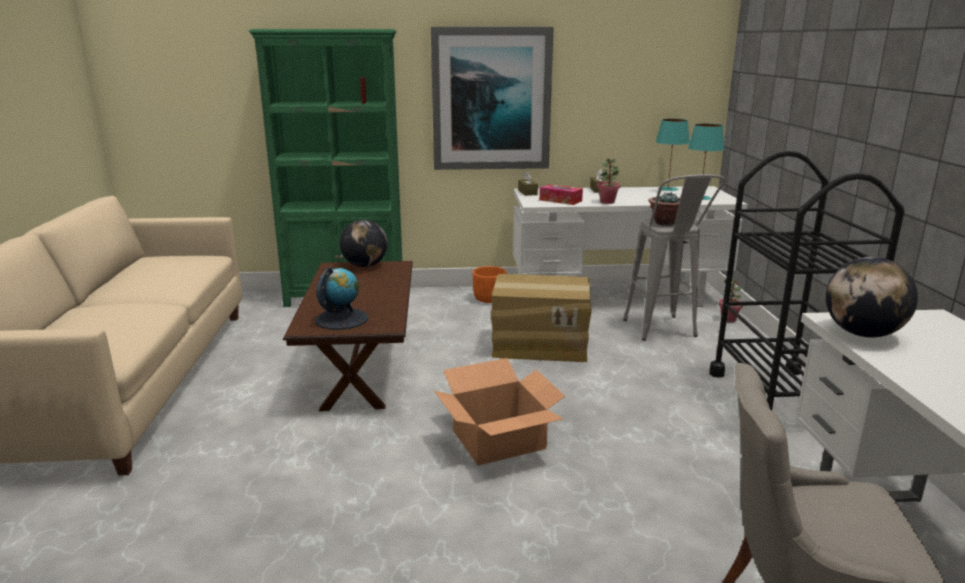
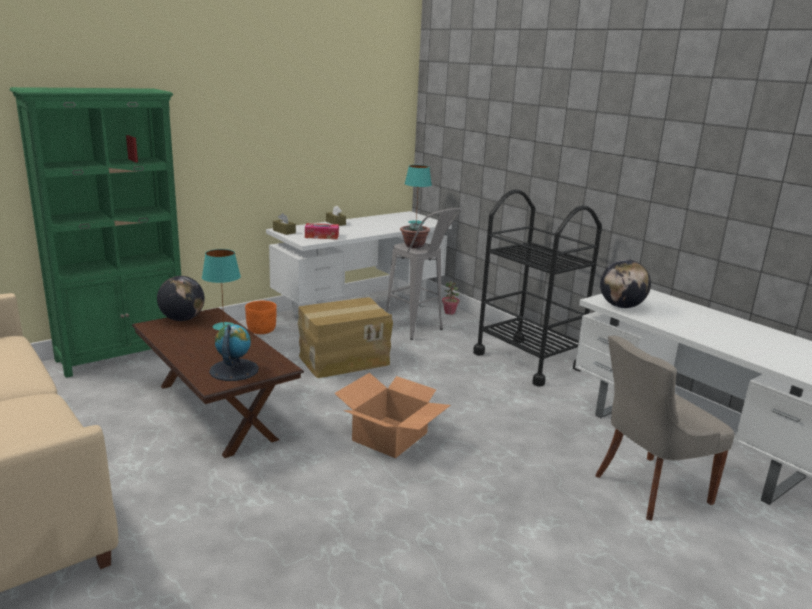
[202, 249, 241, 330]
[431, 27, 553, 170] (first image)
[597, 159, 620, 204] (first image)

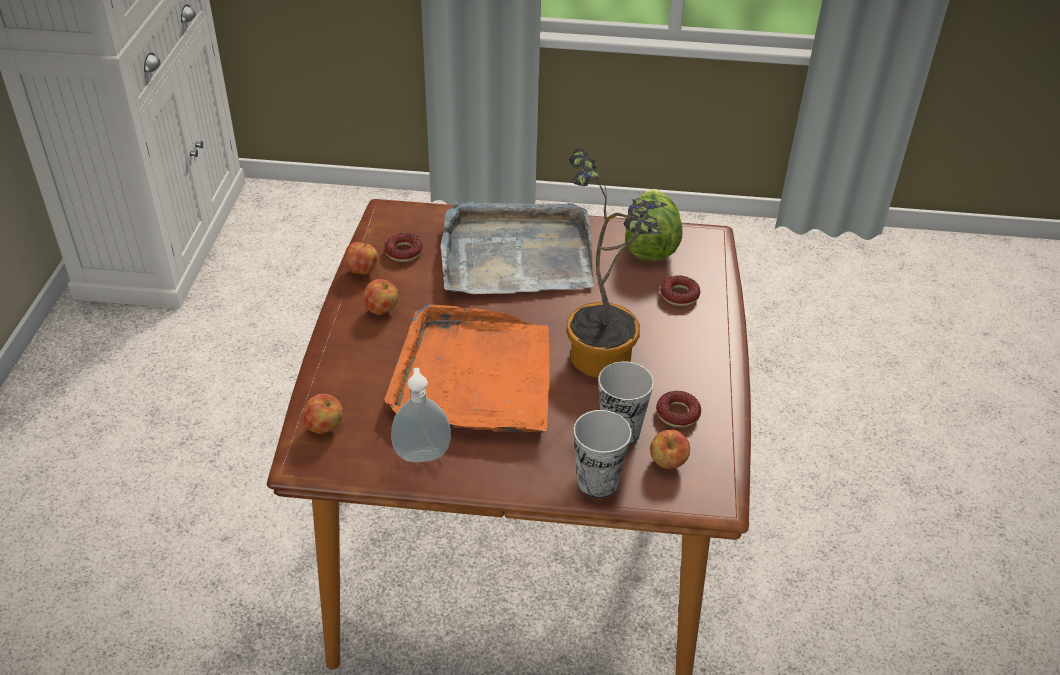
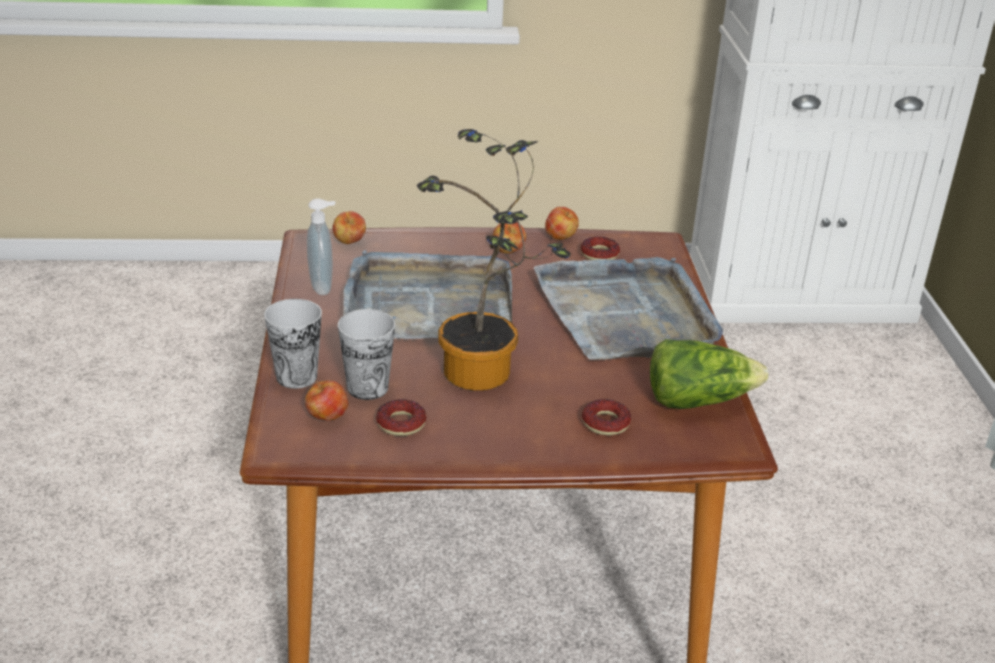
[343, 250, 512, 339]

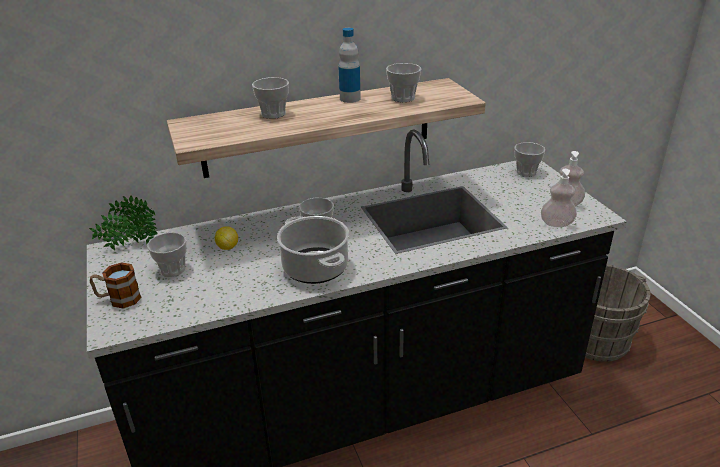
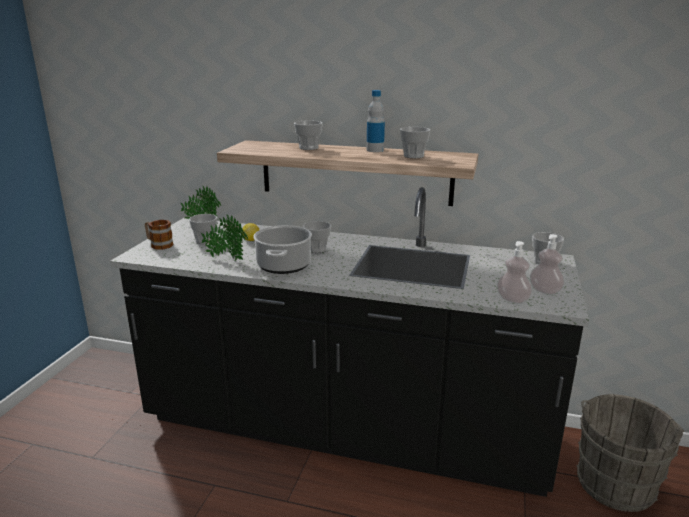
[201, 214, 248, 261]

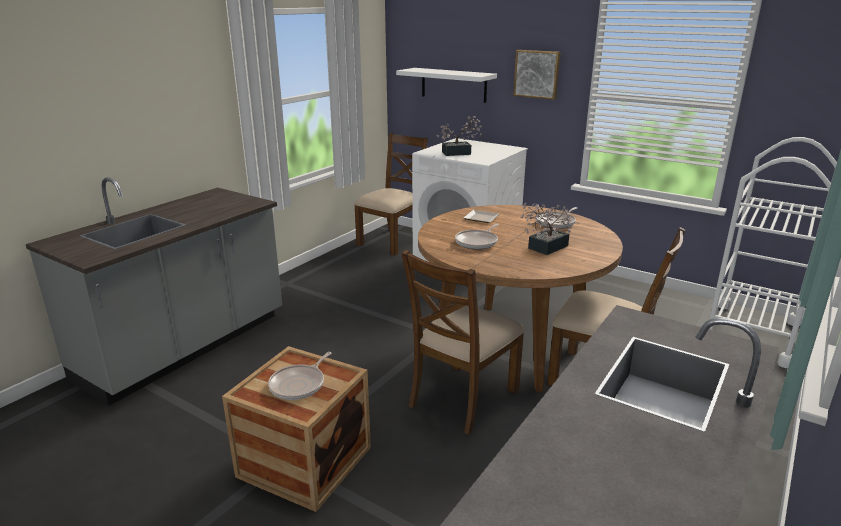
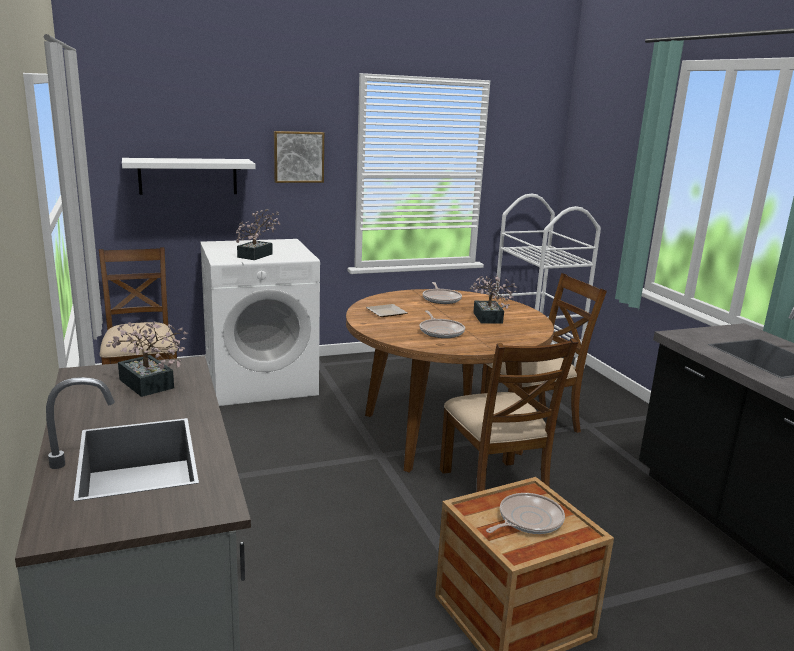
[106, 321, 188, 397]
[486, 493, 565, 534]

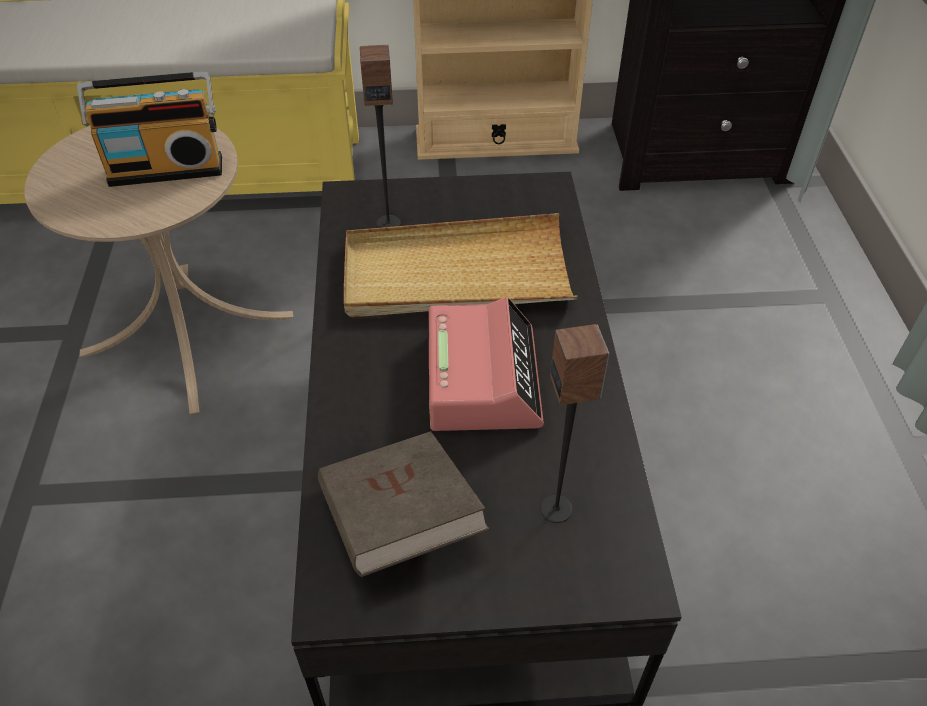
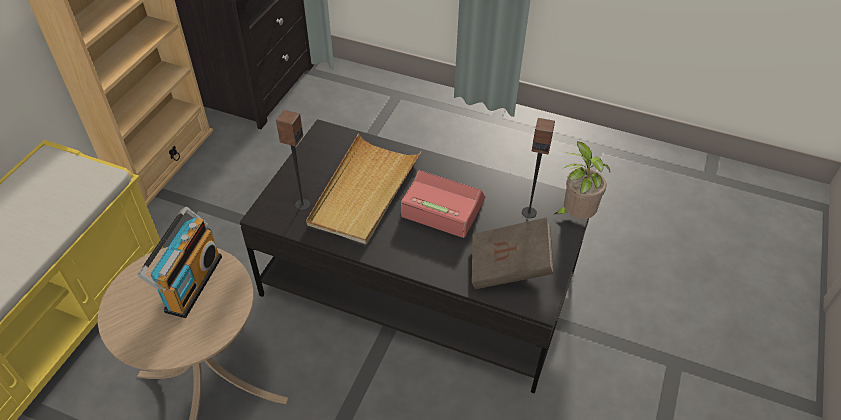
[554, 141, 610, 219]

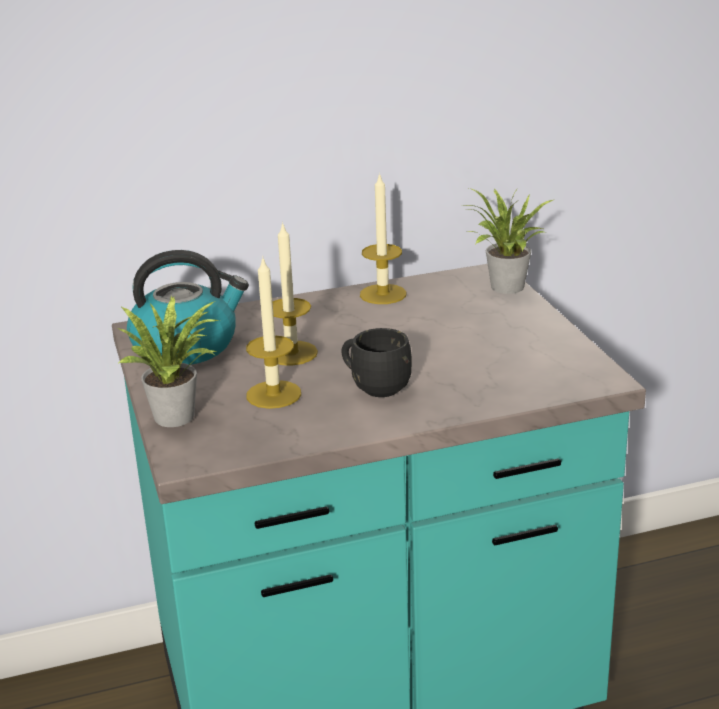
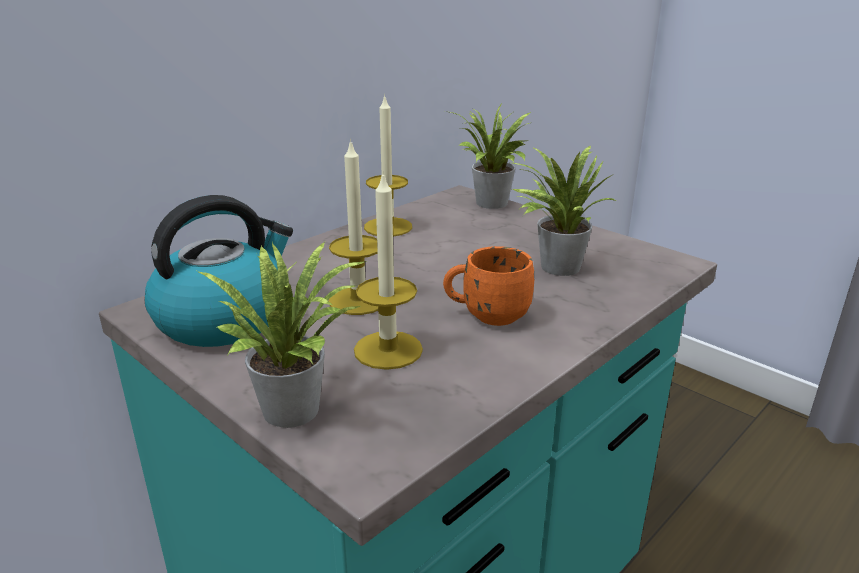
[443, 246, 534, 326]
[508, 146, 616, 276]

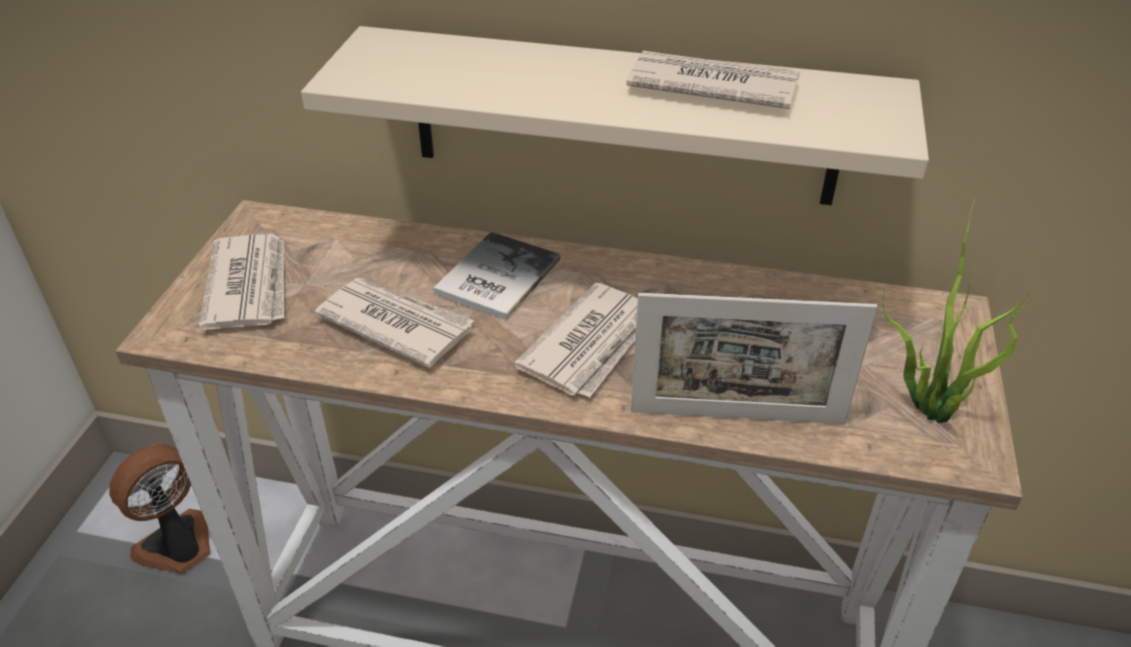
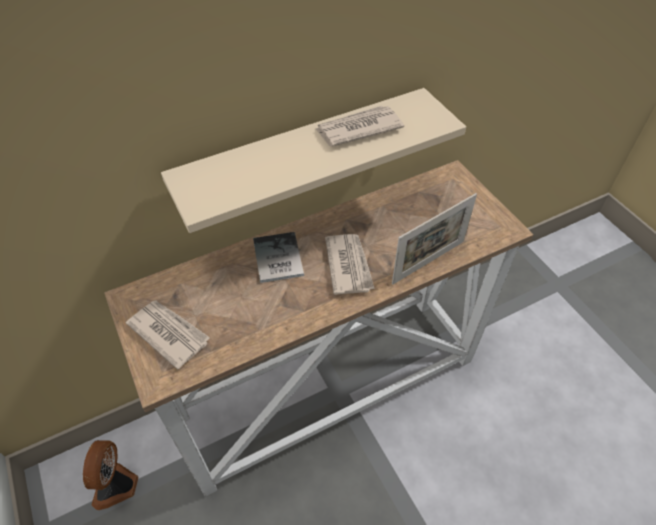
[315, 278, 474, 367] (first image)
[883, 198, 1031, 423] (first image)

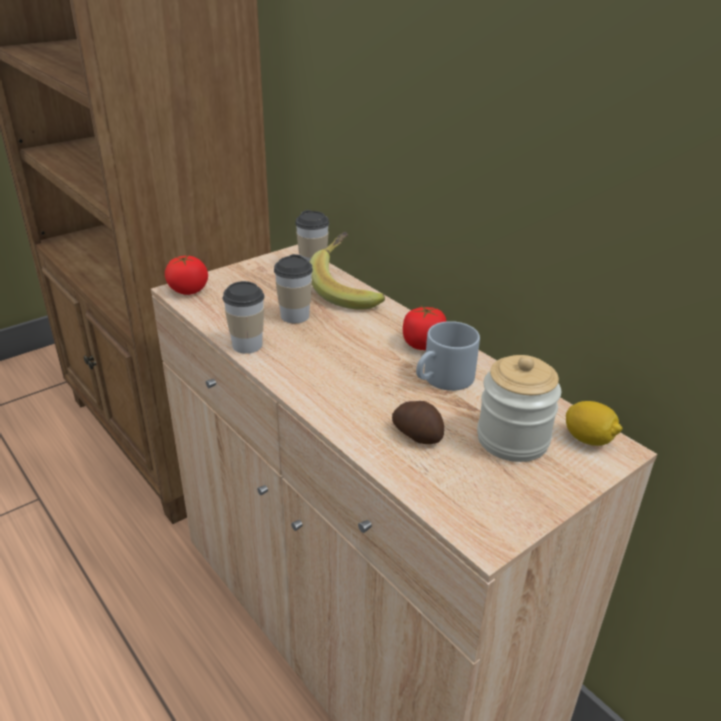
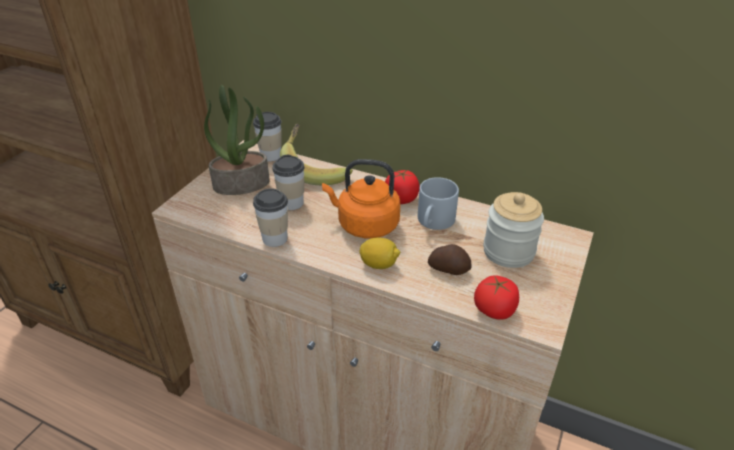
[204, 85, 270, 195]
[322, 159, 400, 238]
[360, 238, 400, 269]
[474, 275, 519, 320]

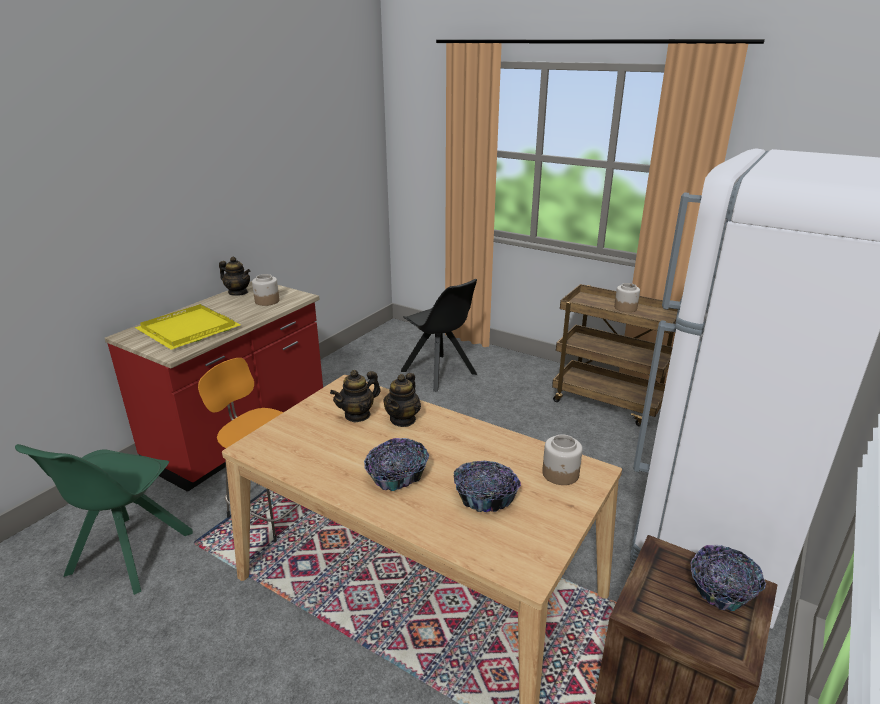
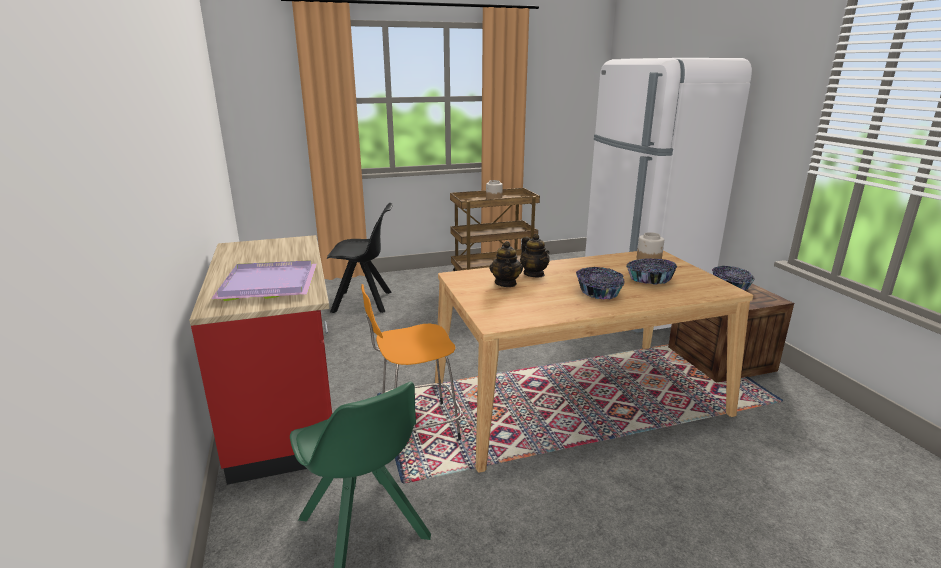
[211, 260, 317, 301]
[219, 257, 250, 296] (first image)
[252, 274, 279, 306] (first image)

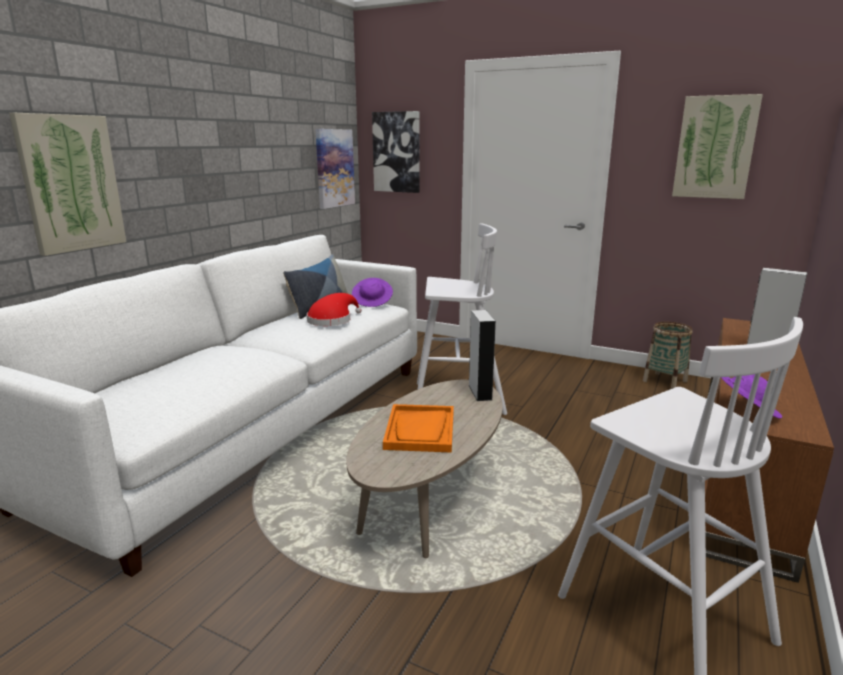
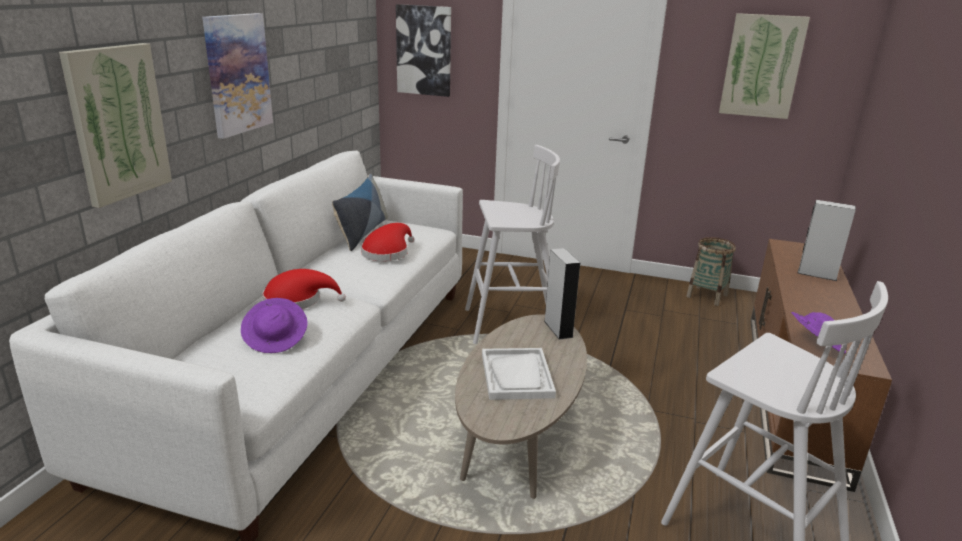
[202, 13, 273, 139]
[241, 298, 308, 353]
[262, 269, 346, 309]
[482, 348, 556, 400]

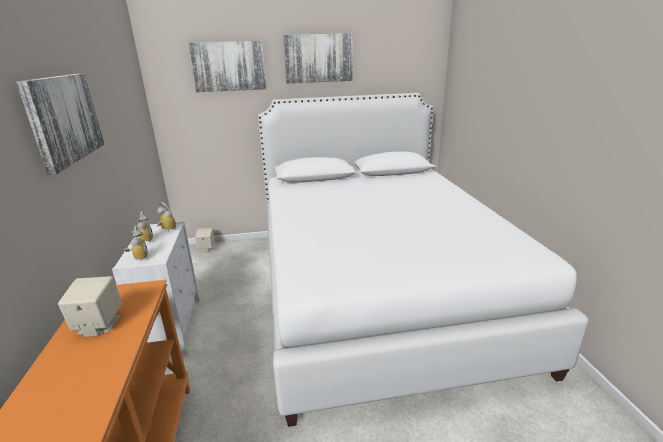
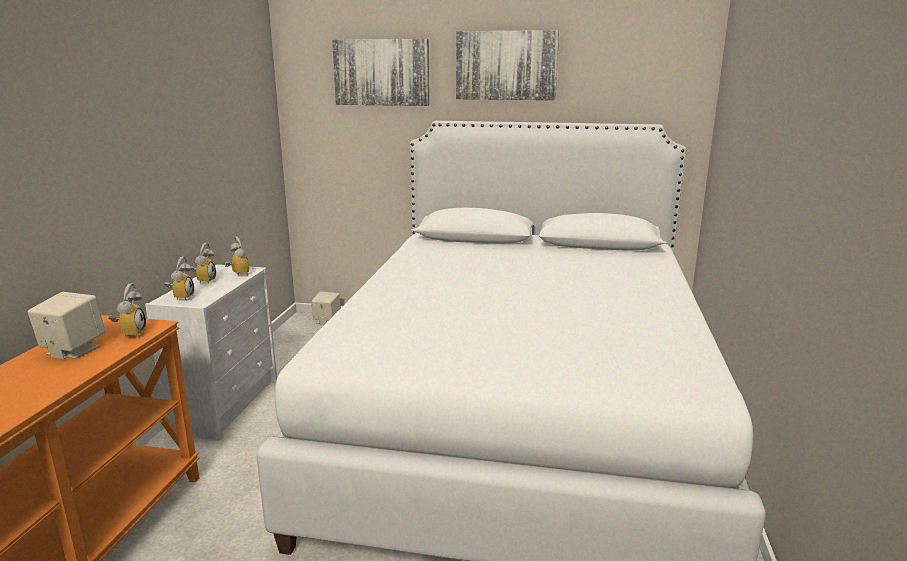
[109, 283, 146, 337]
[16, 73, 104, 175] (first image)

